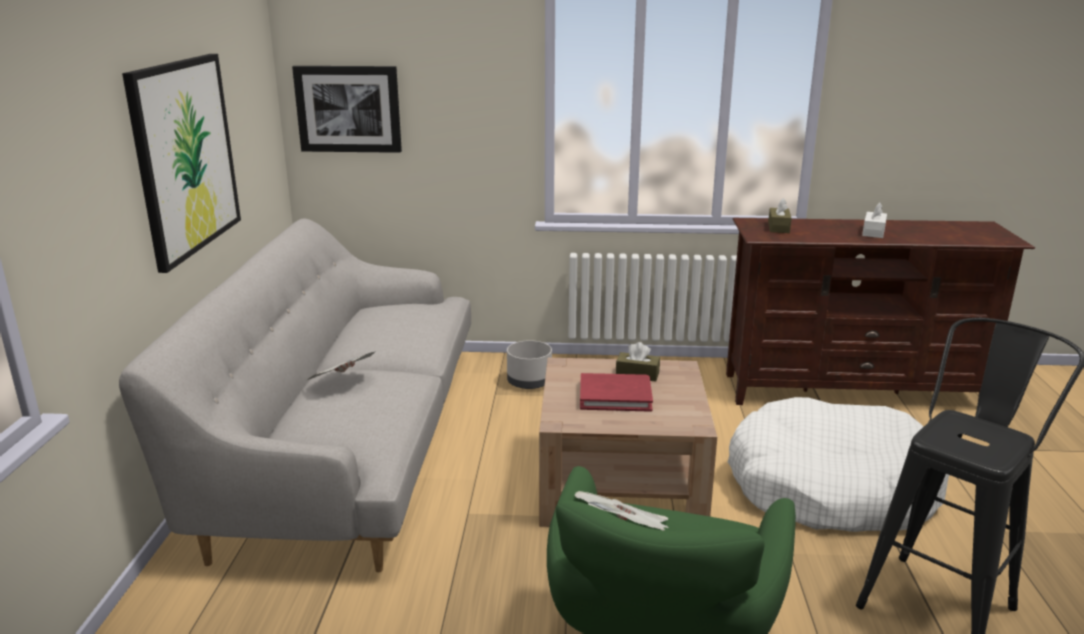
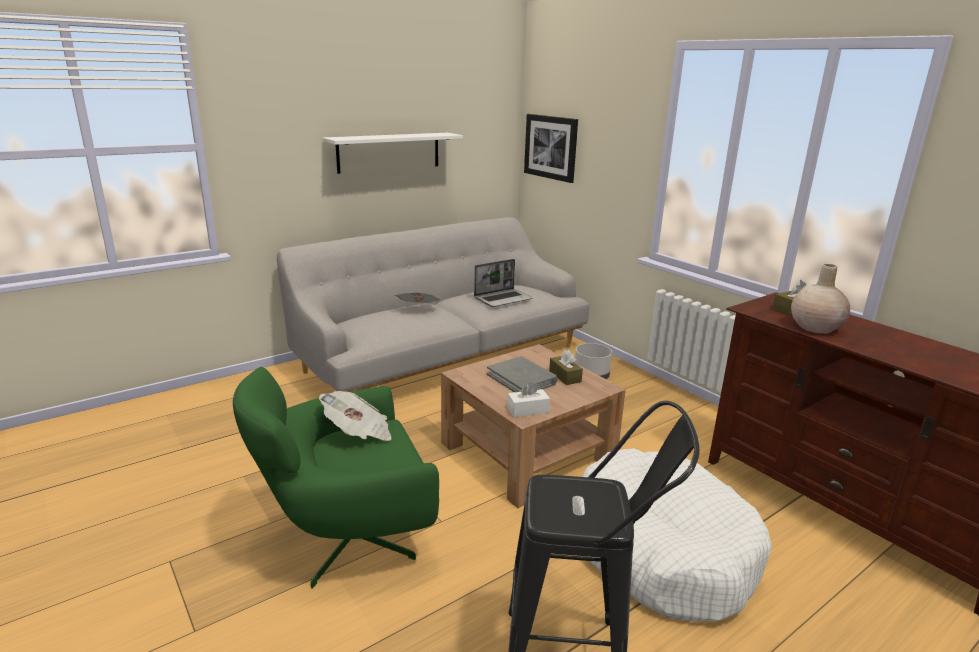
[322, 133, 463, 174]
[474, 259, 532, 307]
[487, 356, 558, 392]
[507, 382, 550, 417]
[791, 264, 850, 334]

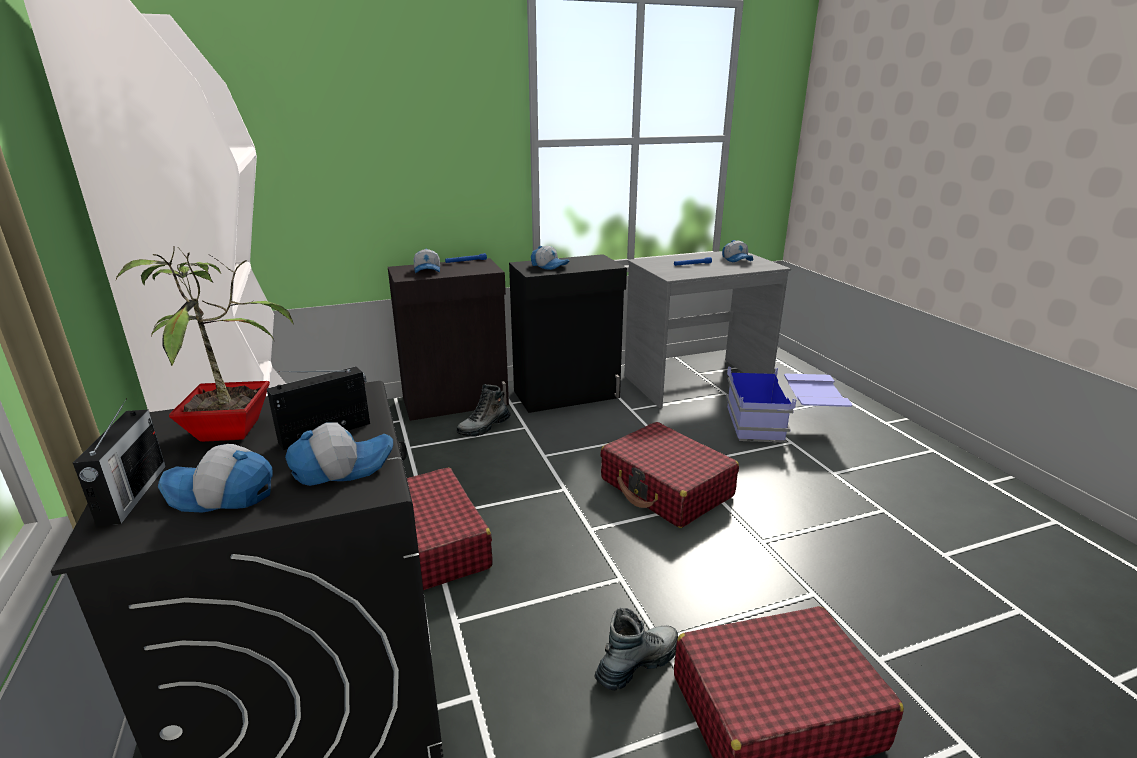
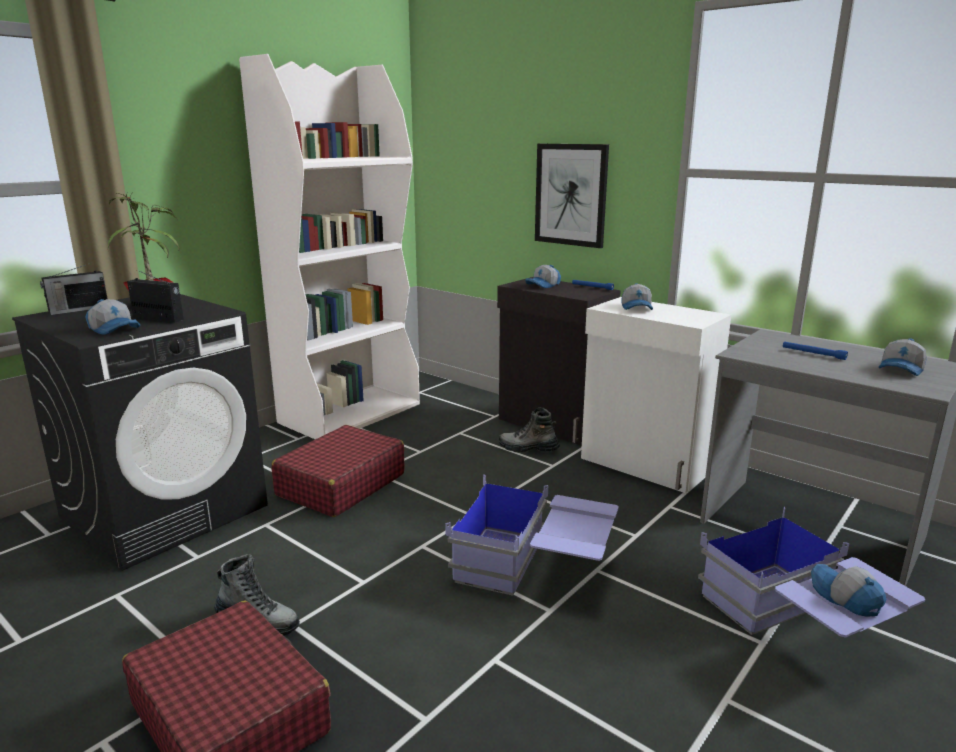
[445, 474, 619, 596]
[535, 144, 609, 248]
[581, 297, 731, 493]
[811, 564, 887, 617]

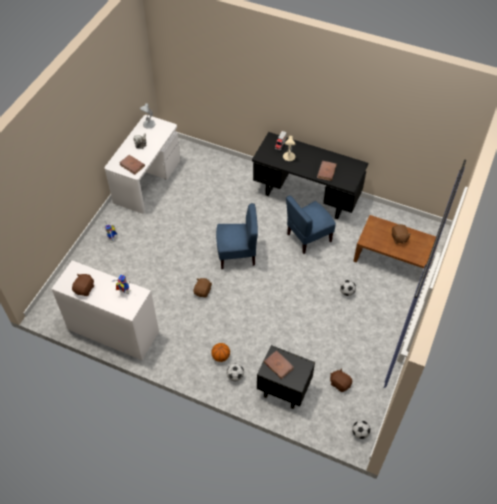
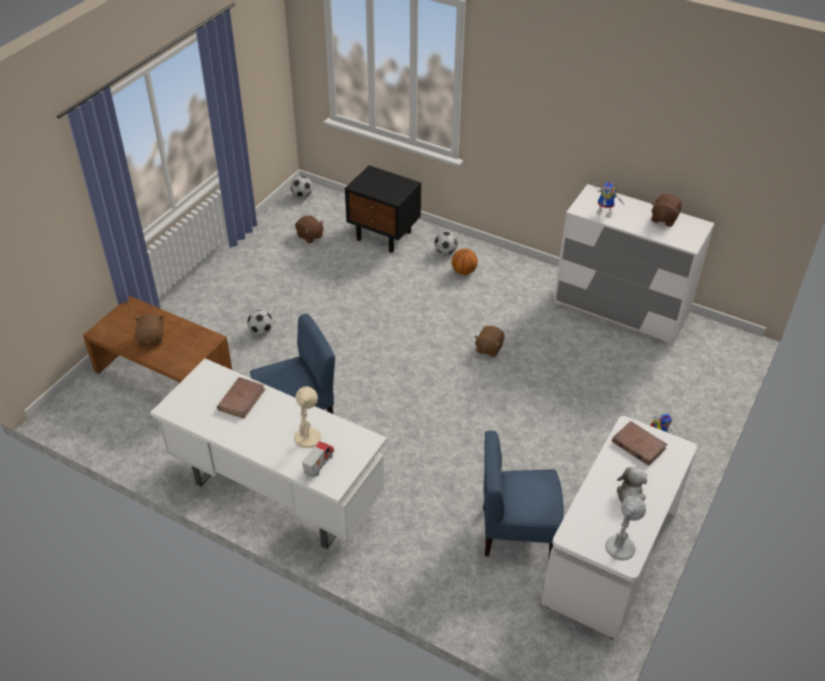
[150, 358, 387, 549]
[483, 430, 564, 558]
[264, 351, 294, 379] (first image)

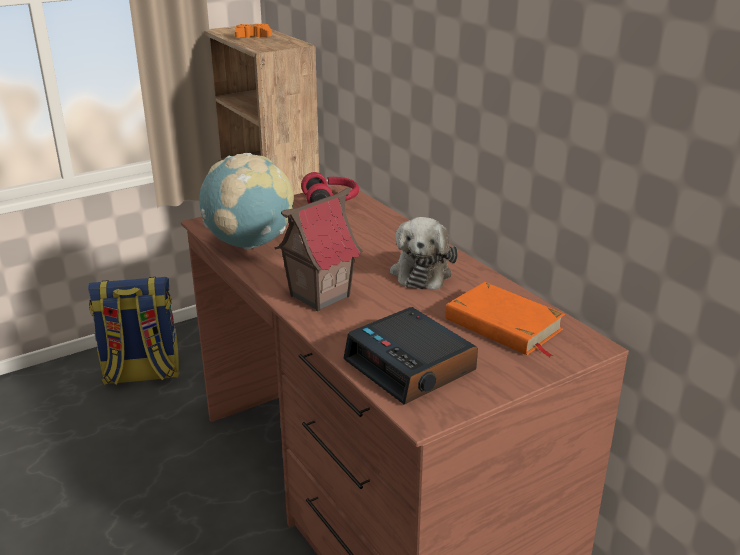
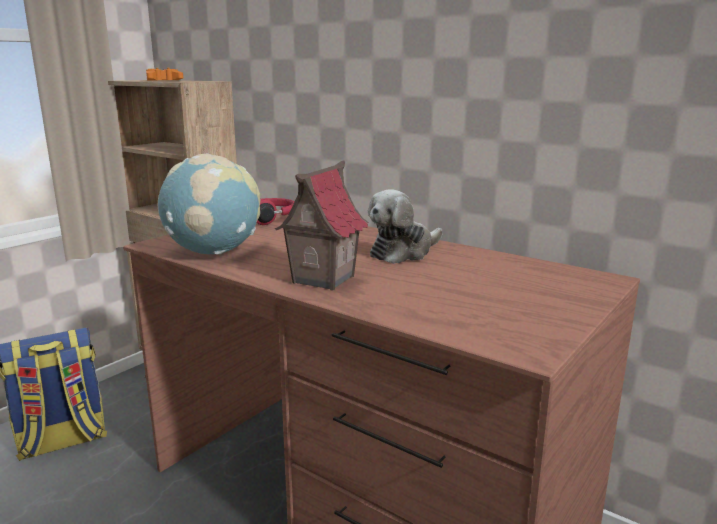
[368, 189, 443, 264]
[343, 307, 478, 405] (first image)
[445, 282, 565, 357] (first image)

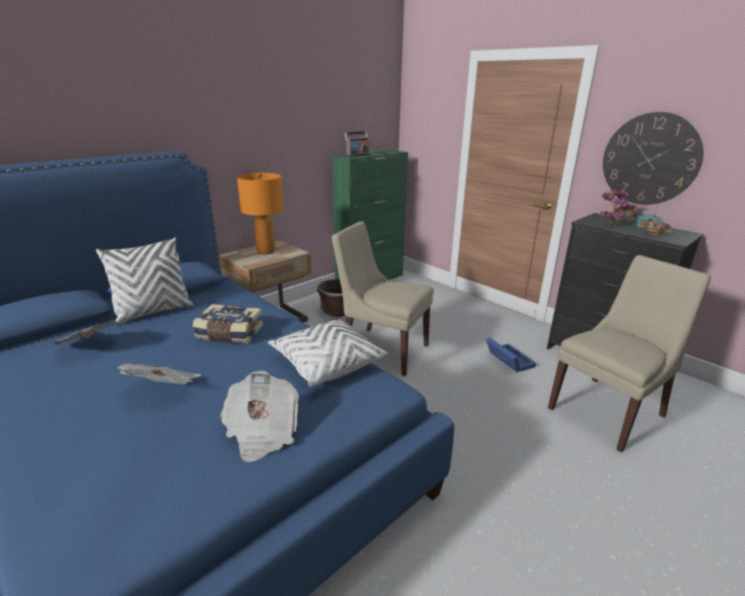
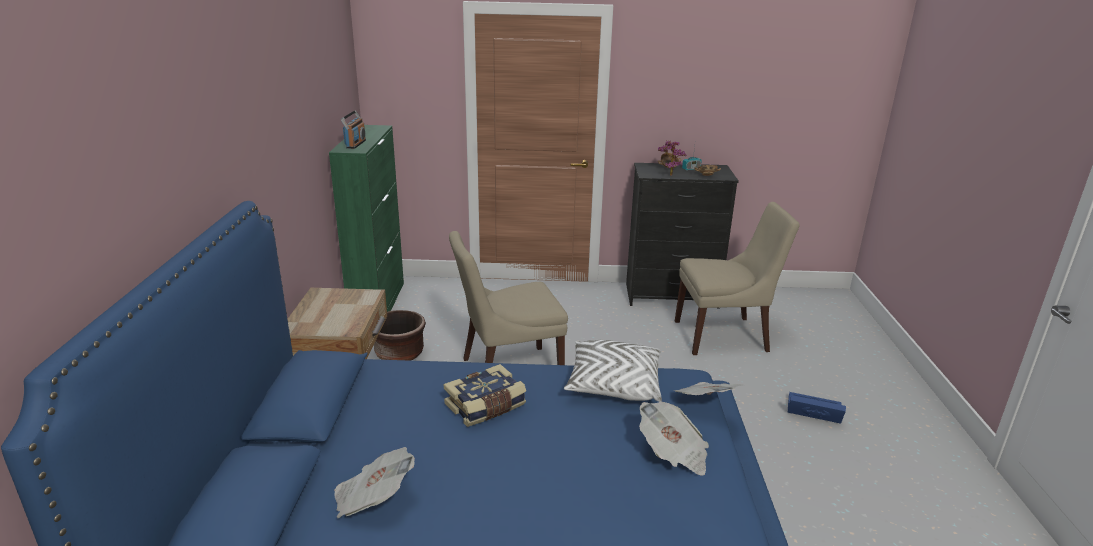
[673, 382, 742, 395]
[675, 202, 800, 355]
[788, 392, 846, 424]
[96, 237, 193, 325] (first image)
[237, 173, 284, 254] (first image)
[603, 112, 703, 205] (first image)

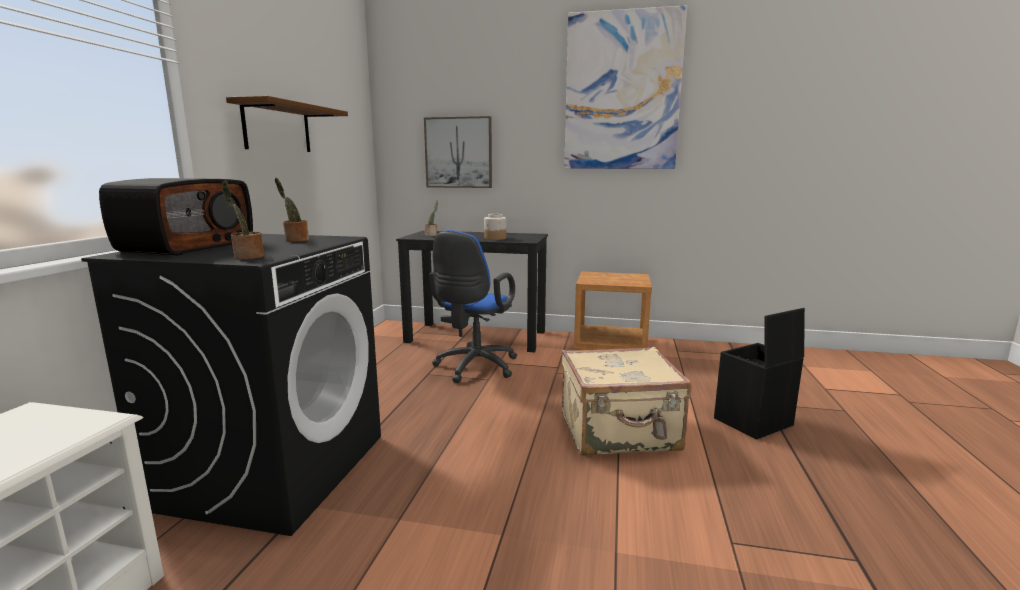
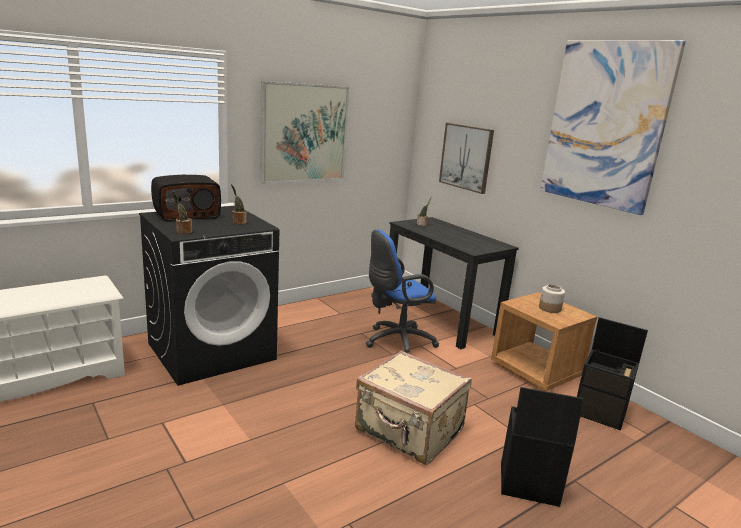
[260, 81, 349, 184]
[539, 284, 565, 313]
[577, 317, 648, 430]

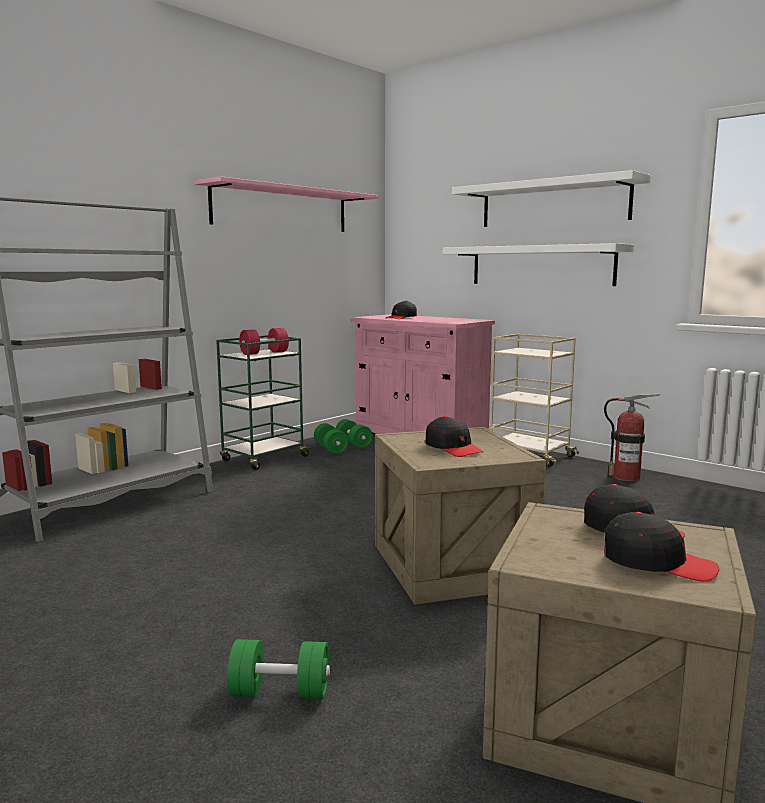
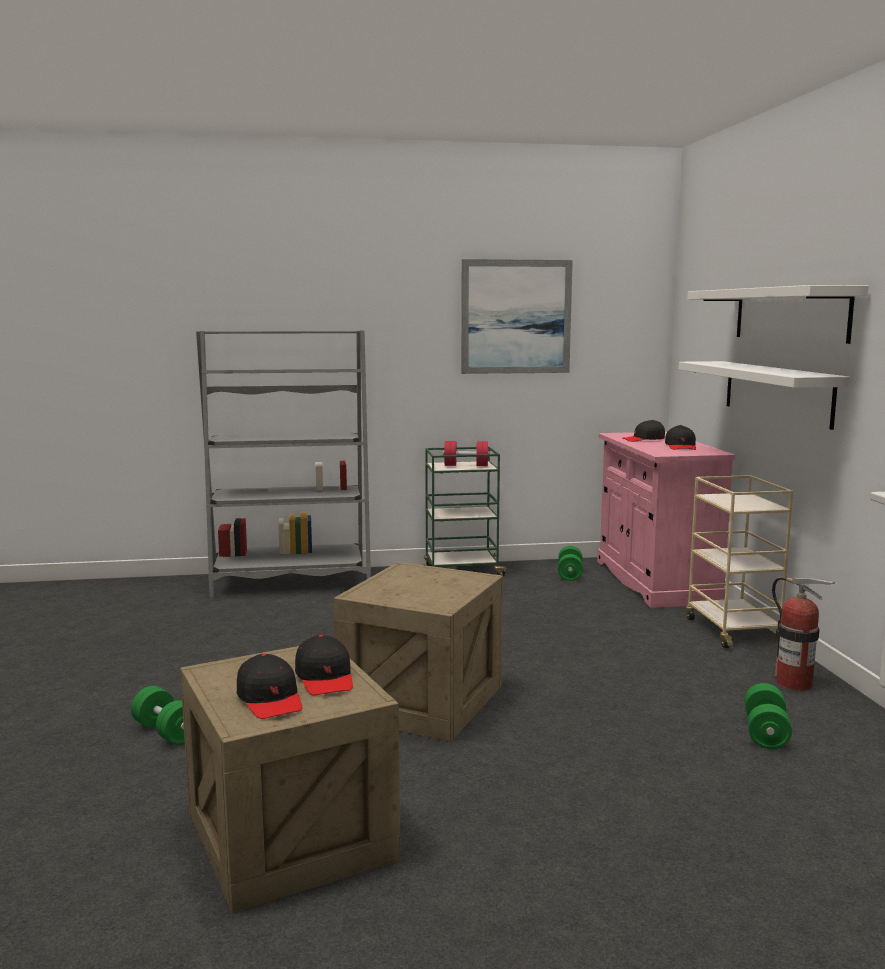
[461, 259, 573, 374]
[665, 425, 696, 450]
[744, 683, 792, 749]

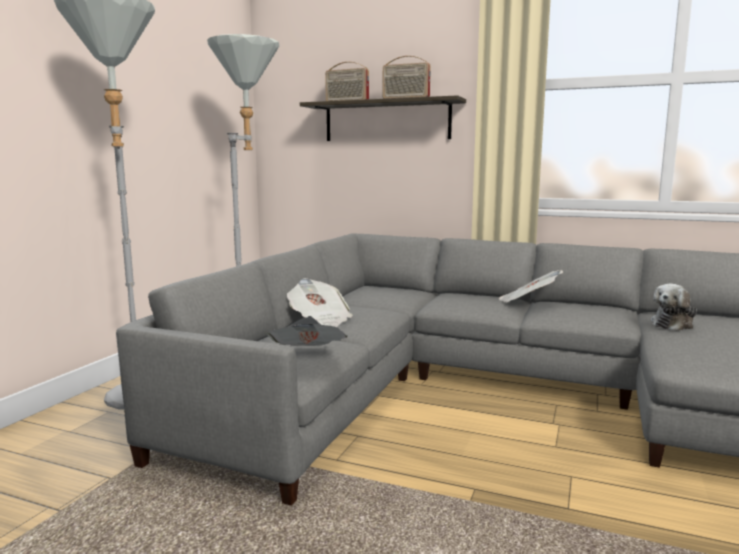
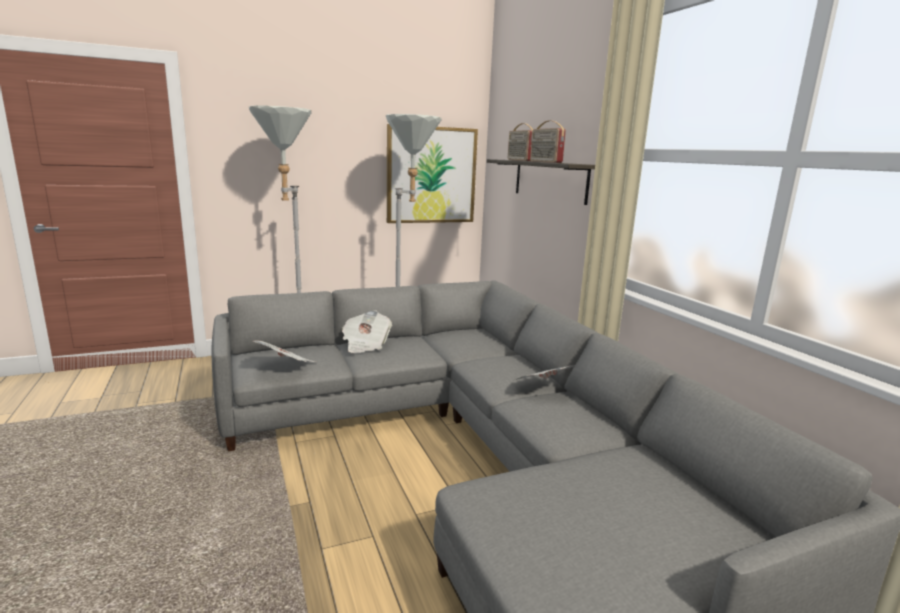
[387, 124, 478, 223]
[651, 284, 697, 331] (first image)

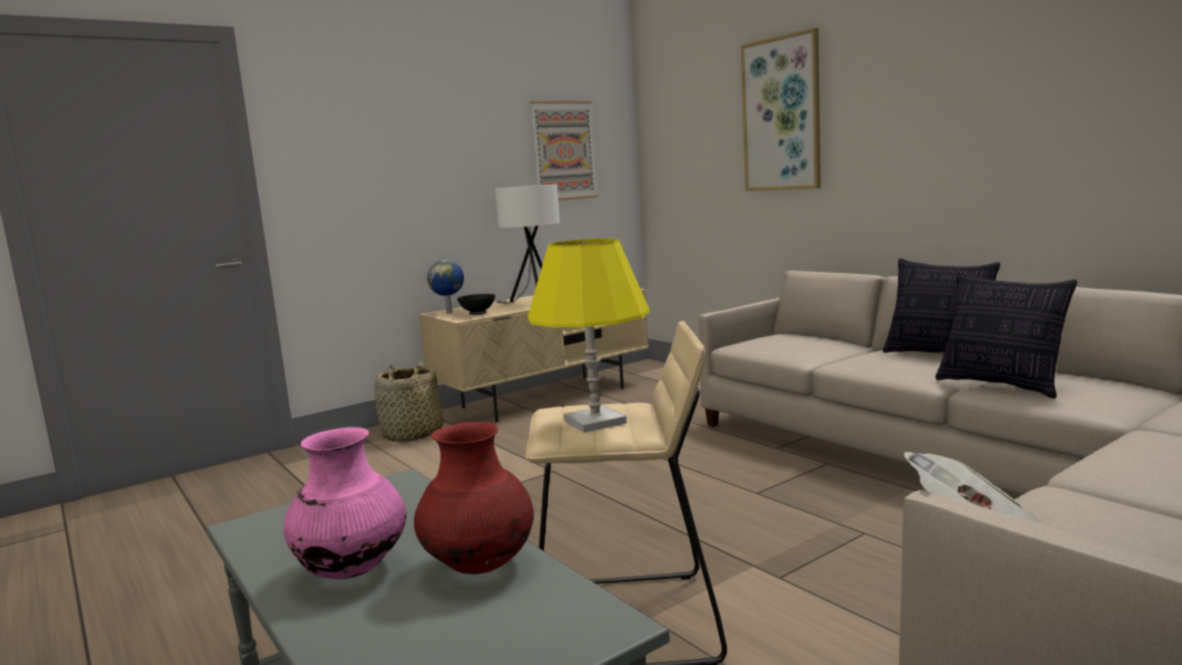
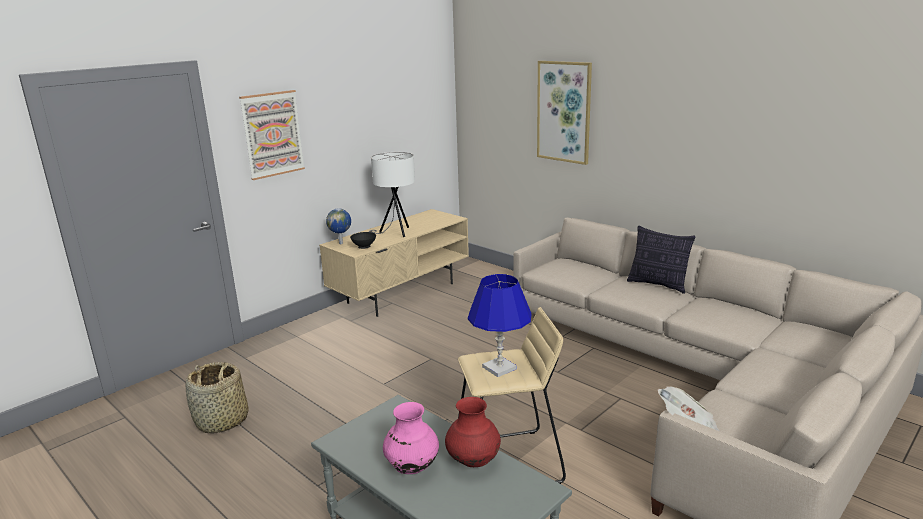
[186, 362, 248, 433]
[239, 90, 305, 180]
[467, 274, 532, 377]
[935, 272, 1077, 399] (first image)

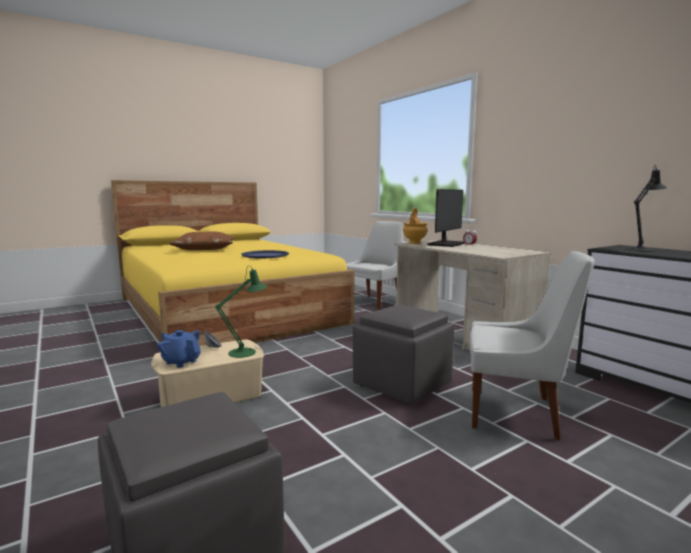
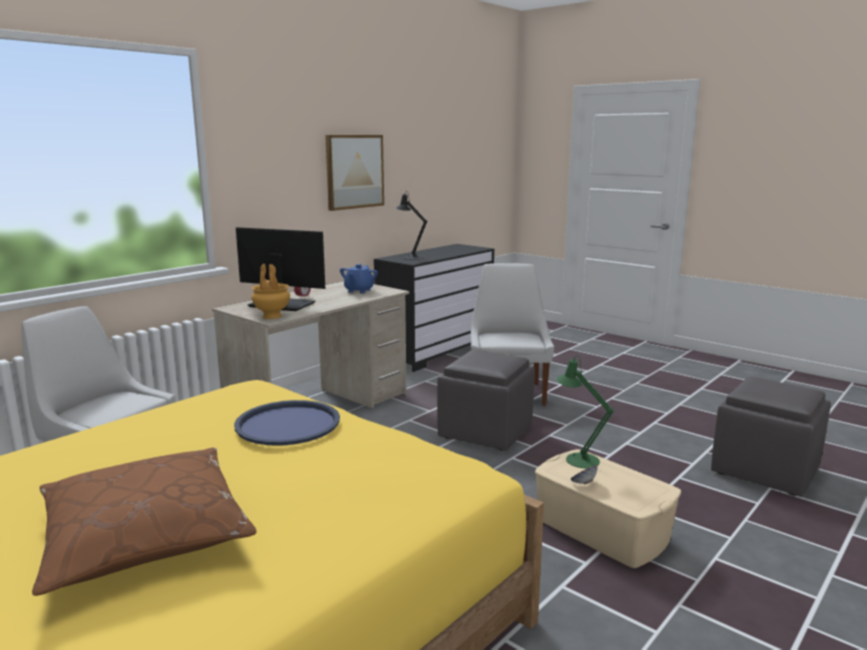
[325, 135, 384, 211]
[340, 264, 378, 293]

